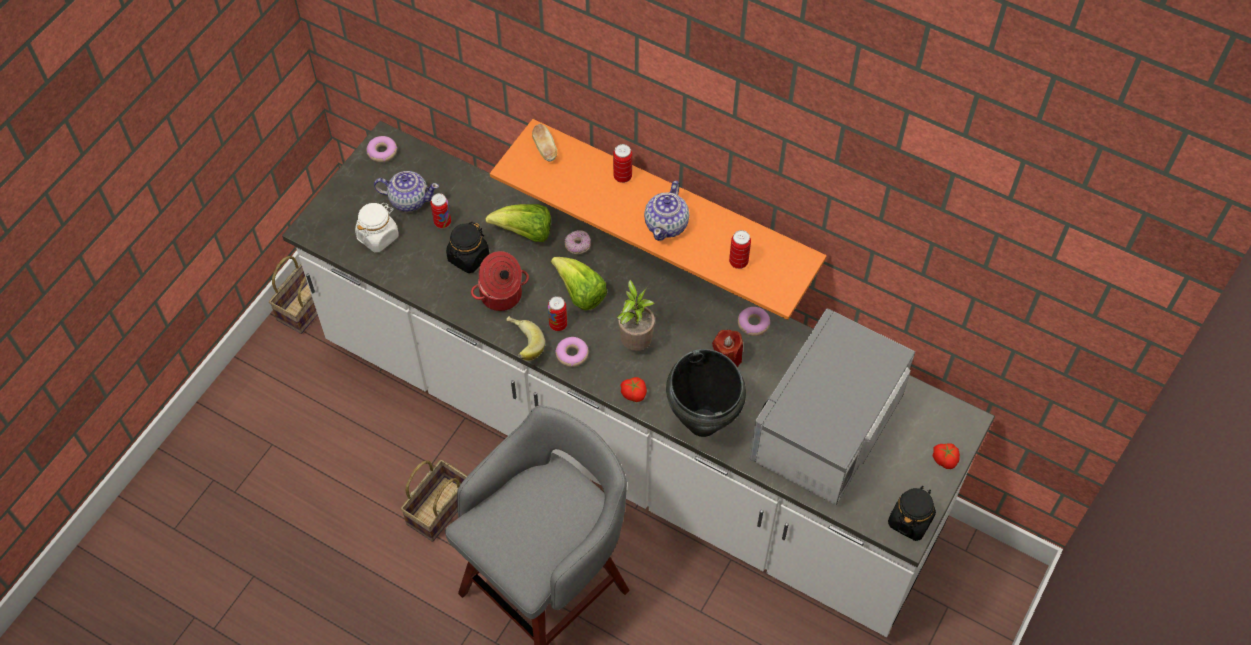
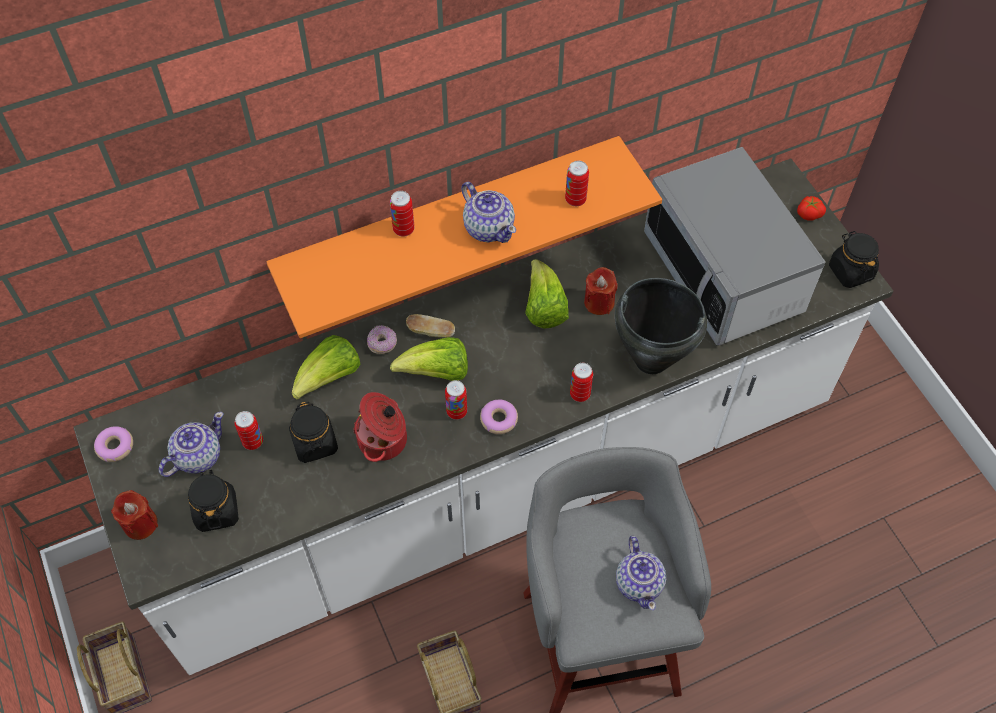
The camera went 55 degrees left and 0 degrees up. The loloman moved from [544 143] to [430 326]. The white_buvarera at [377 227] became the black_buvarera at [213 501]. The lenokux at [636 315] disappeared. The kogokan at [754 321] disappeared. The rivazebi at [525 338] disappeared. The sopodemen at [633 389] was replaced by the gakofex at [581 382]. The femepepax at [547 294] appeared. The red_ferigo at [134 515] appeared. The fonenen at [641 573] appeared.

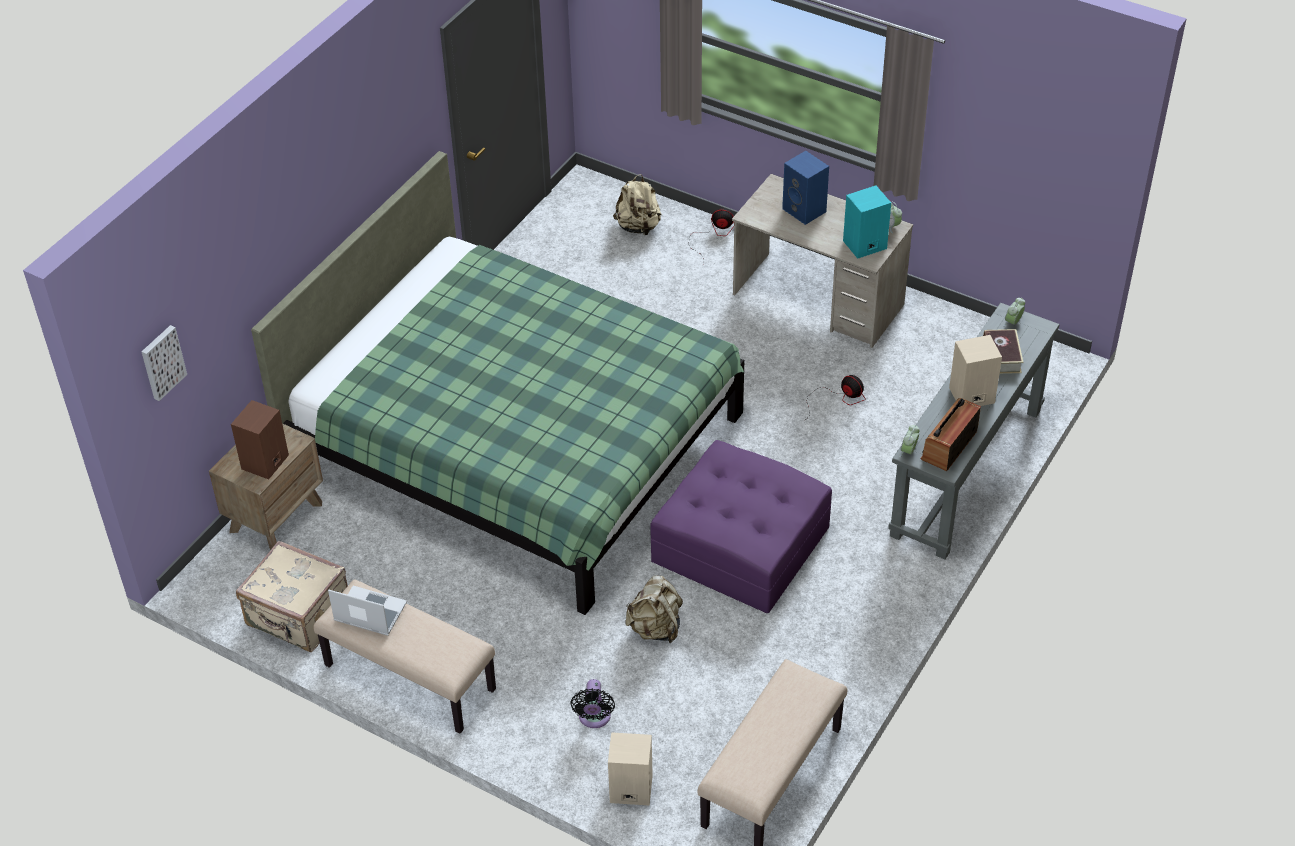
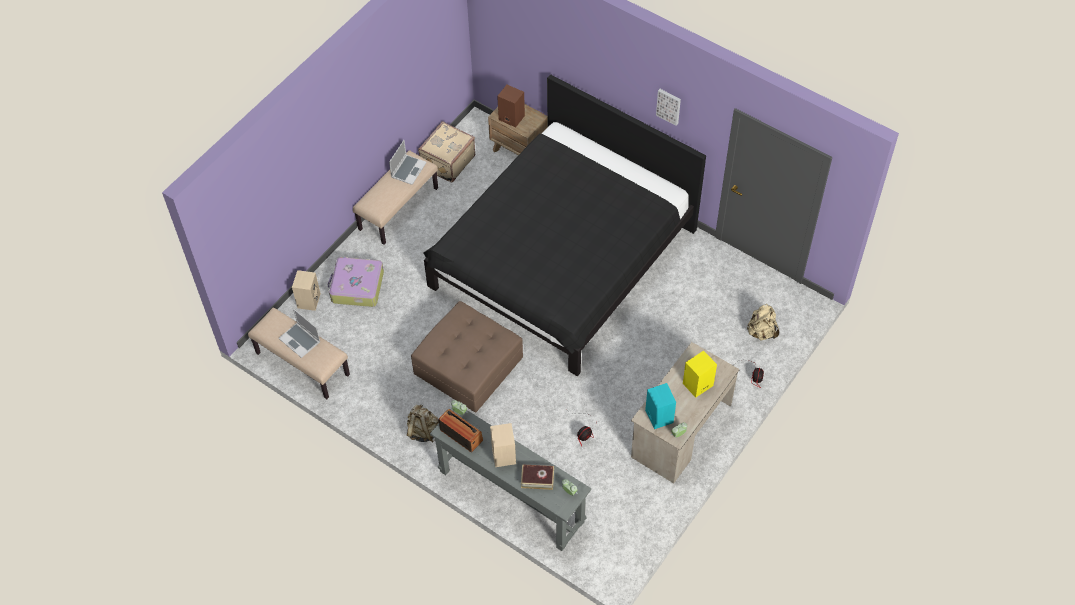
The camera went 95 degrees right and 10 degrees up. The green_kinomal at [497 383] became the black_kinomal at [565 225]. The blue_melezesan at [805 188] became the yellow_melezesan at [700 374]. The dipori moved from [164 363] to [668 107]. The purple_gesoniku at [741 526] became the brown_gesoniku at [467 356]. The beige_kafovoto moved from [654 609] to [423 423]. The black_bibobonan at [592 703] was replaced by the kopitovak at [355 282]. The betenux at [299 333] appeared.

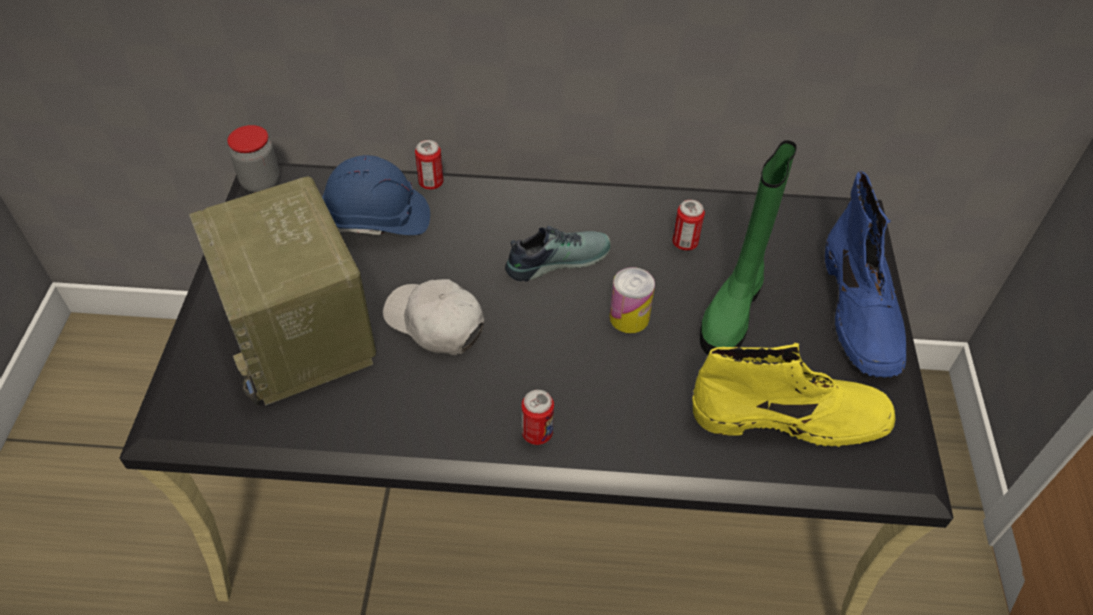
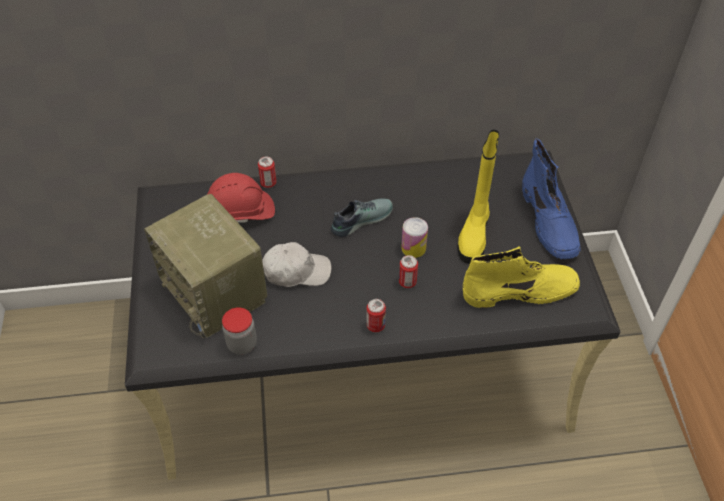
The camera went 10 degrees left and 0 degrees up. The buvarera moved from [253 158] to [239 331]. The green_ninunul at [748 247] became the yellow_ninunul at [478 197]. The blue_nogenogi at [376 195] became the red_nogenogi at [241 198]. The gakofex moved from [688 225] to [408 271]. The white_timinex at [433 317] turned 150 degrees clockwise.

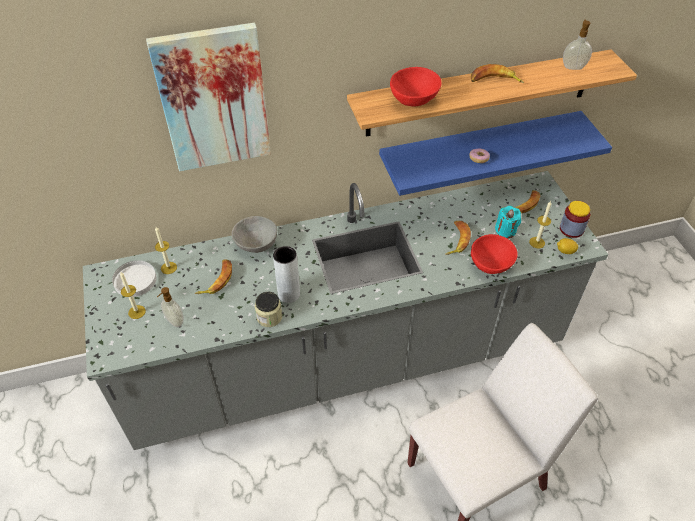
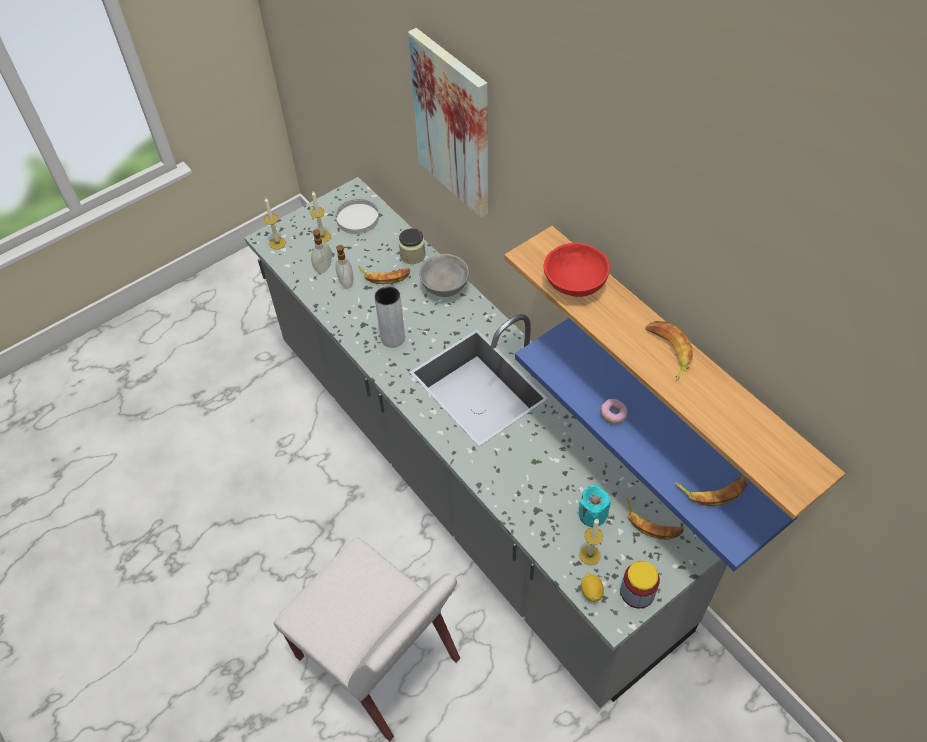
The camera went 70 degrees right and 5 degrees up. The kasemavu moved from [577 44] to [344 267]. The rivazebi moved from [458 238] to [711 491]. The ferigo moved from [166 250] to [275 224]. The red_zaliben at [494 254] disappeared. The buvarera moved from [268 309] to [412 246].

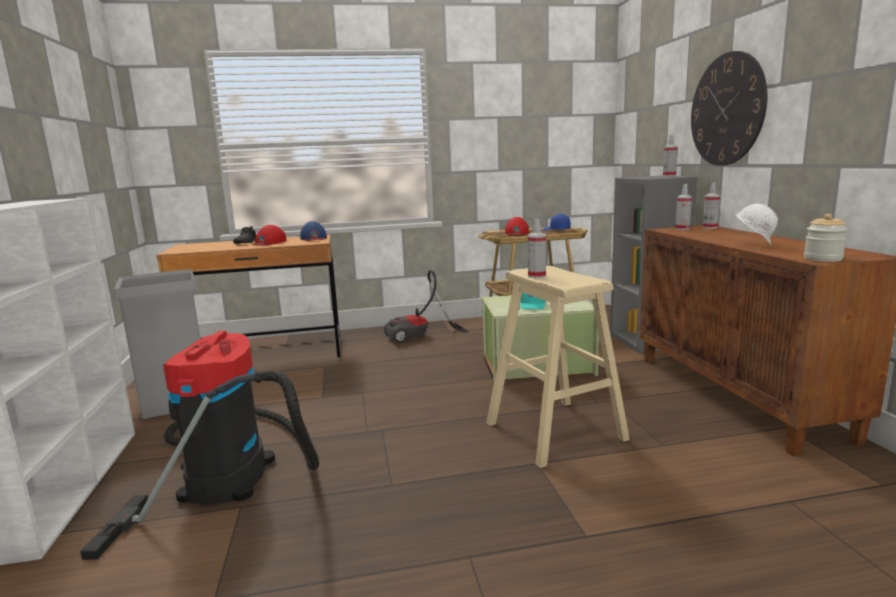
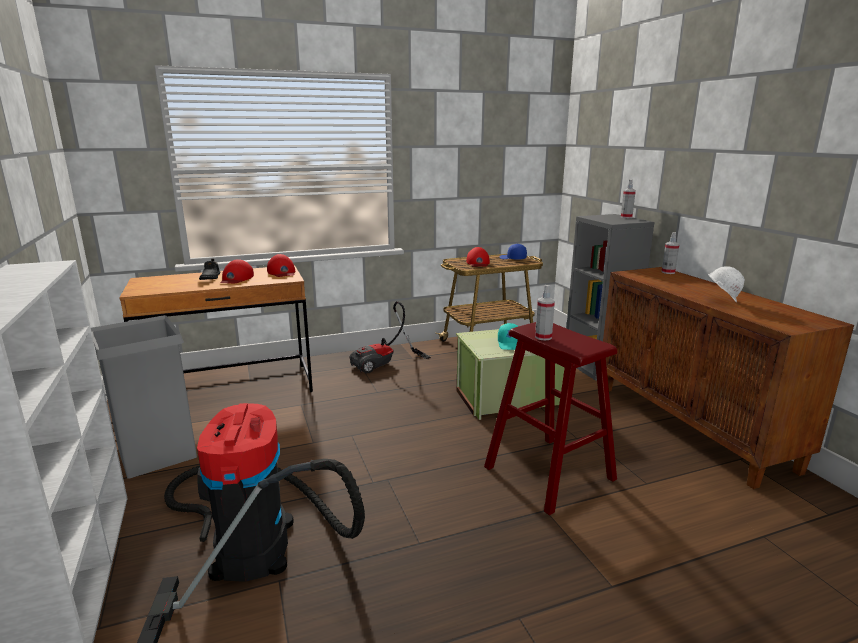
The camera went 10 degrees left and 5 degrees up. The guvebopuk at [729 108] disappeared. The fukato at [683 207] disappeared. The buvarera at [825 238] disappeared. The blue_timinex at [313 231] became the red_timinex at [281 265]. The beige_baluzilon at [558 367] became the red_baluzilon at [550 418].

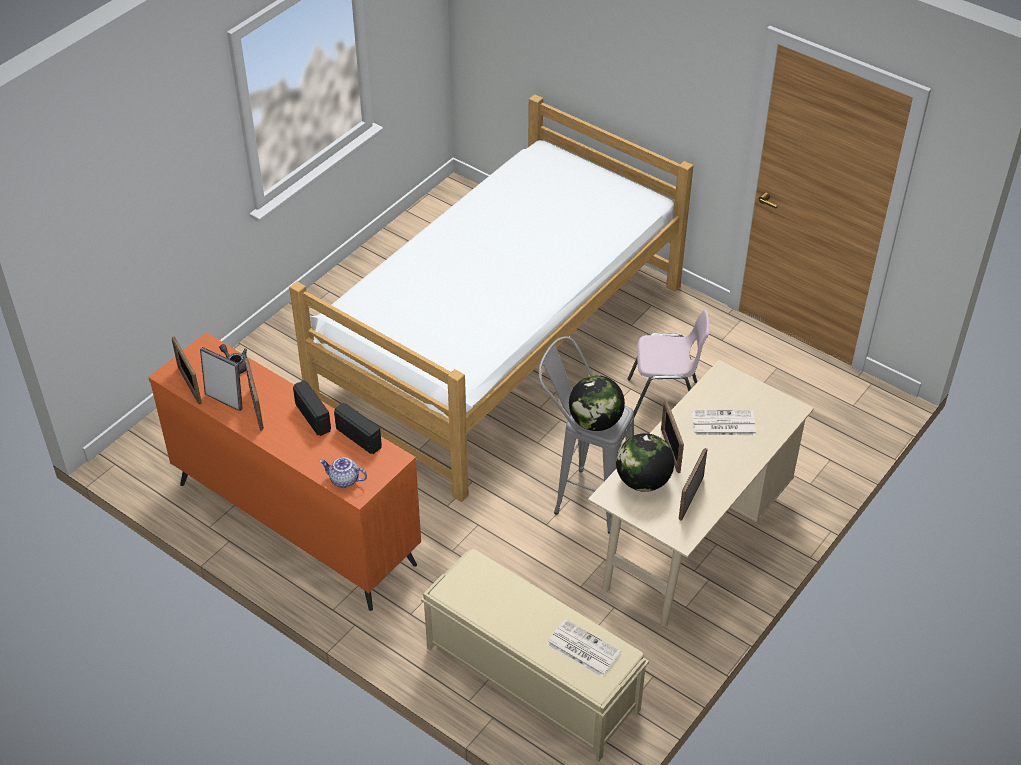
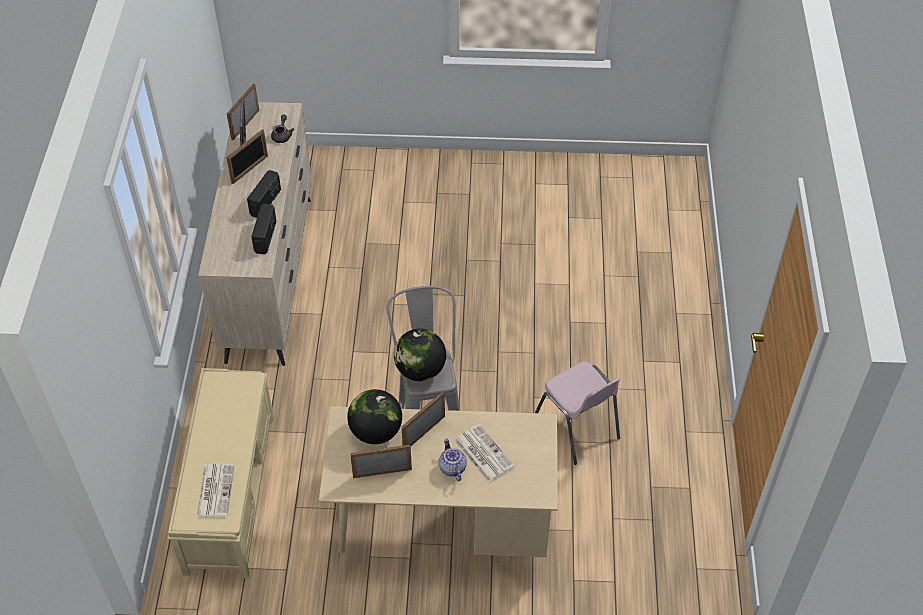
The camera went 55 degrees right and 5 degrees up. The kinomal at [491 298] disappeared. The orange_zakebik at [284 471] became the beige_zakebik at [255 233]. The fonenen moved from [343 473] to [453 459].

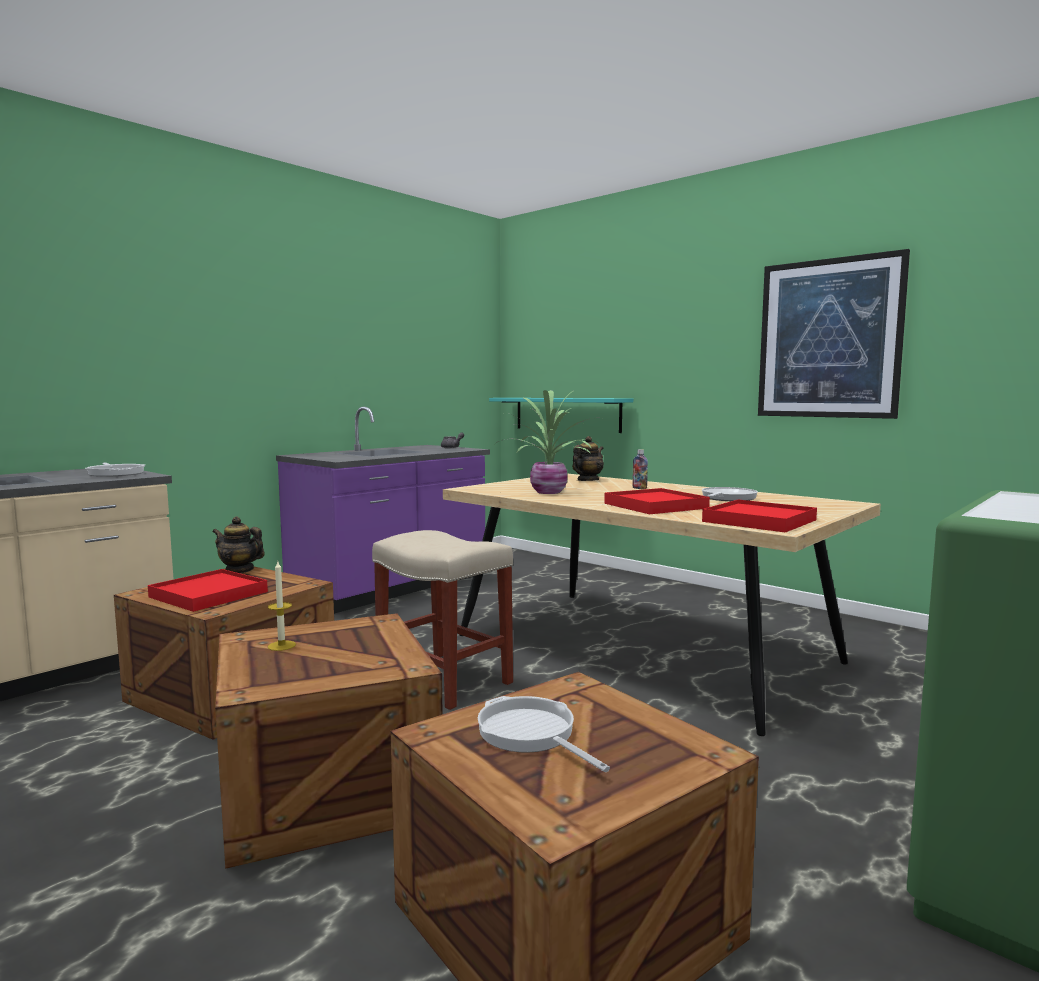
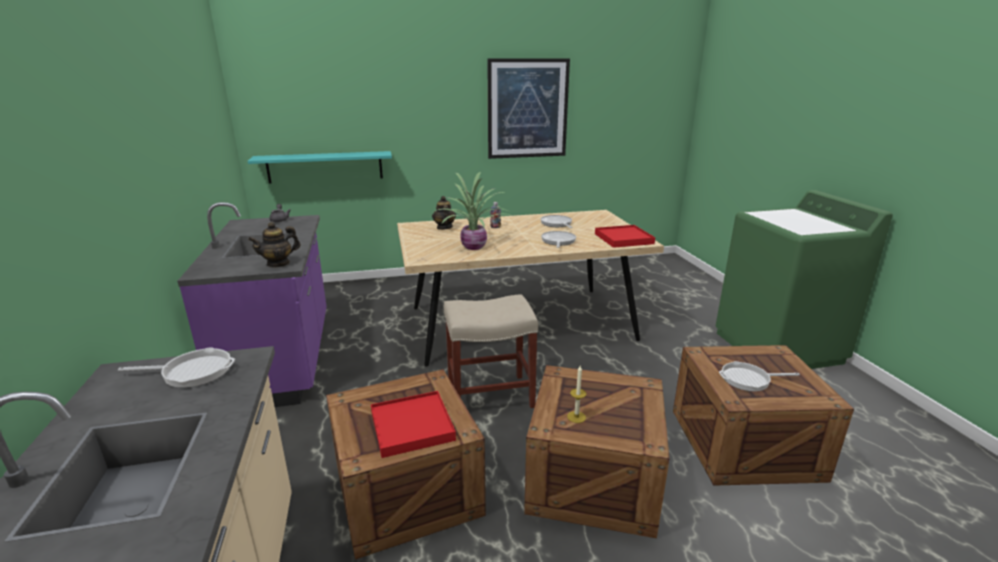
The camera went 55 degrees left and 15 degrees up. The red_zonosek at [657 501] was replaced by the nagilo at [558 239]. The fonenen moved from [238 545] to [274 245].

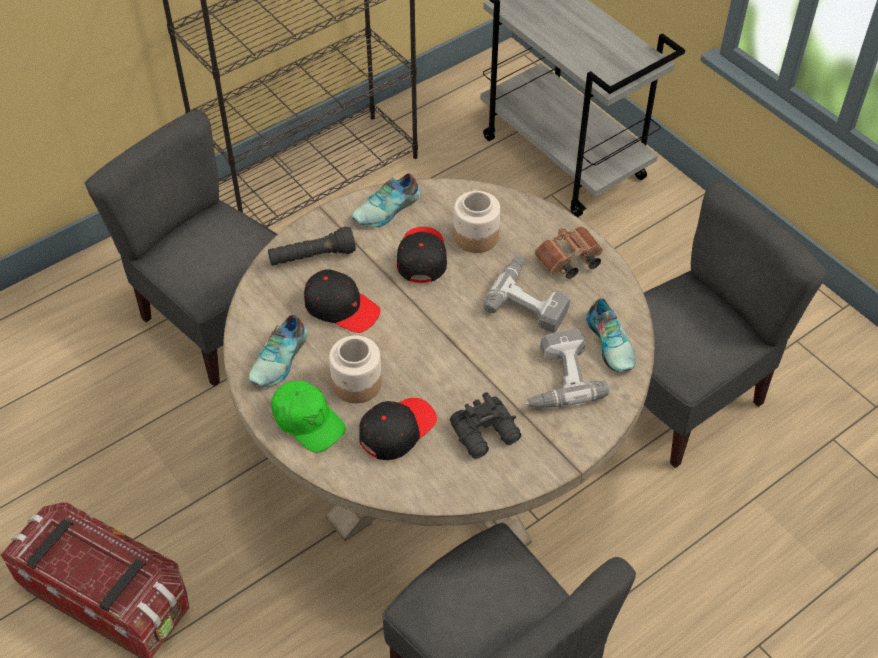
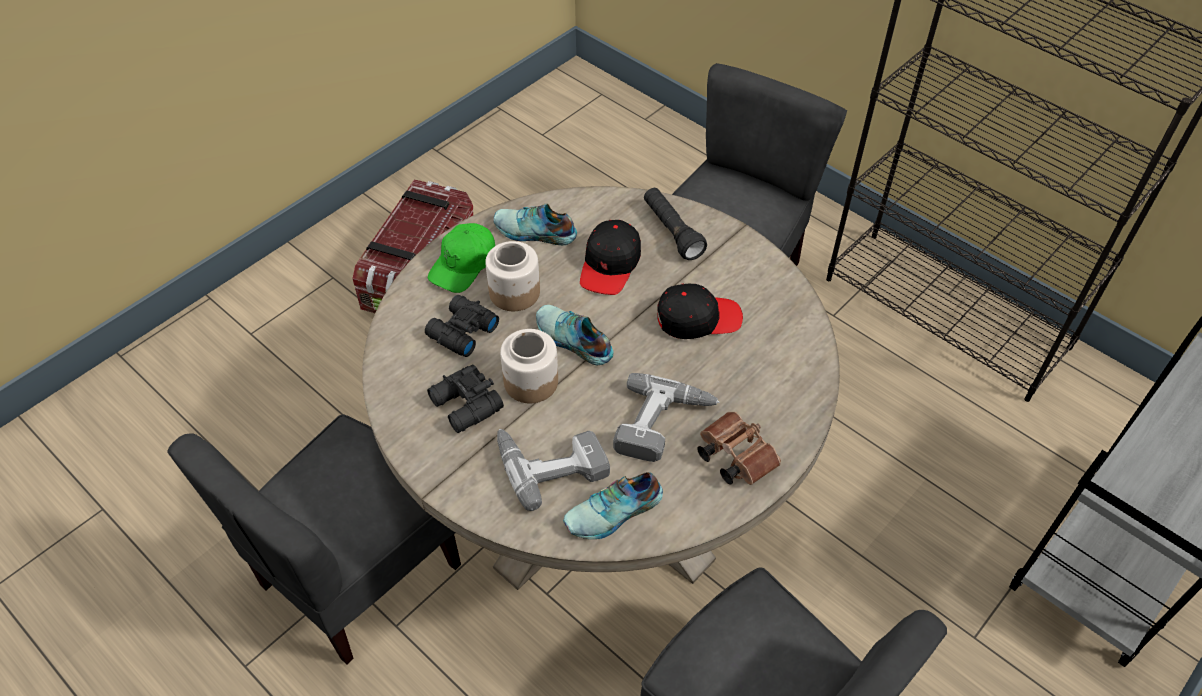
The camera went 80 degrees right and 0 degrees up. The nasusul moved from [386 200] to [575 335]. The buvarera moved from [477 222] to [529 366]. The black_timinex at [398 429] was replaced by the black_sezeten at [462 326].

